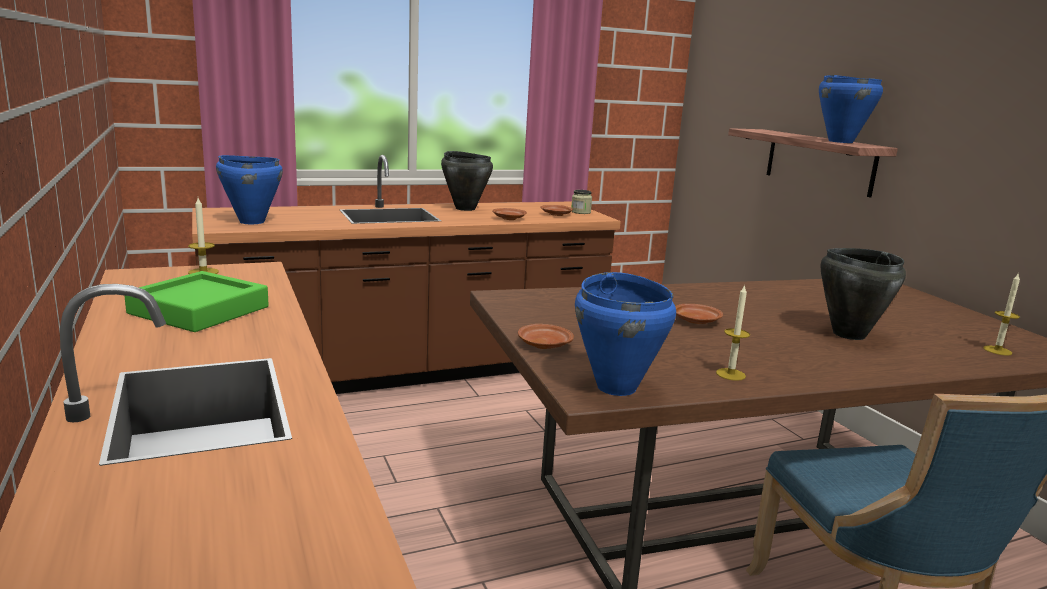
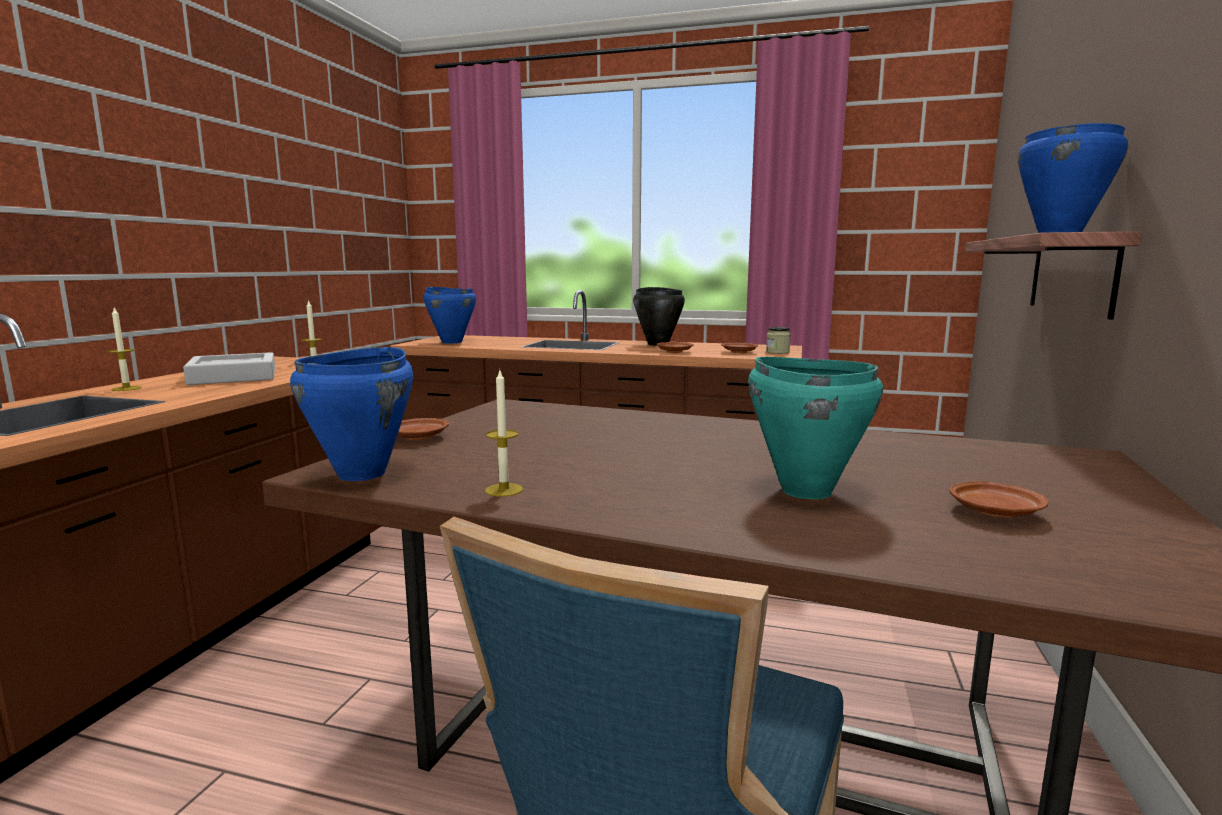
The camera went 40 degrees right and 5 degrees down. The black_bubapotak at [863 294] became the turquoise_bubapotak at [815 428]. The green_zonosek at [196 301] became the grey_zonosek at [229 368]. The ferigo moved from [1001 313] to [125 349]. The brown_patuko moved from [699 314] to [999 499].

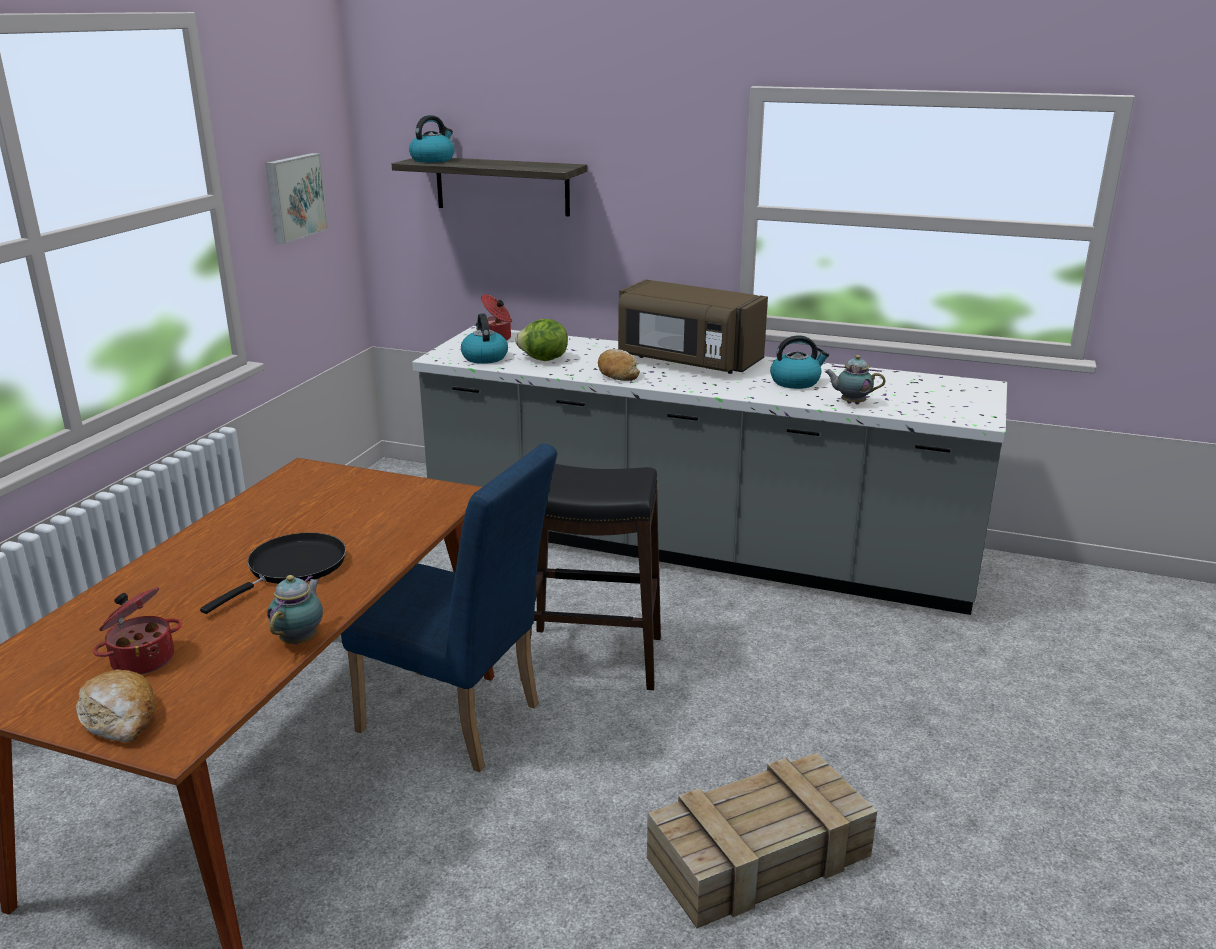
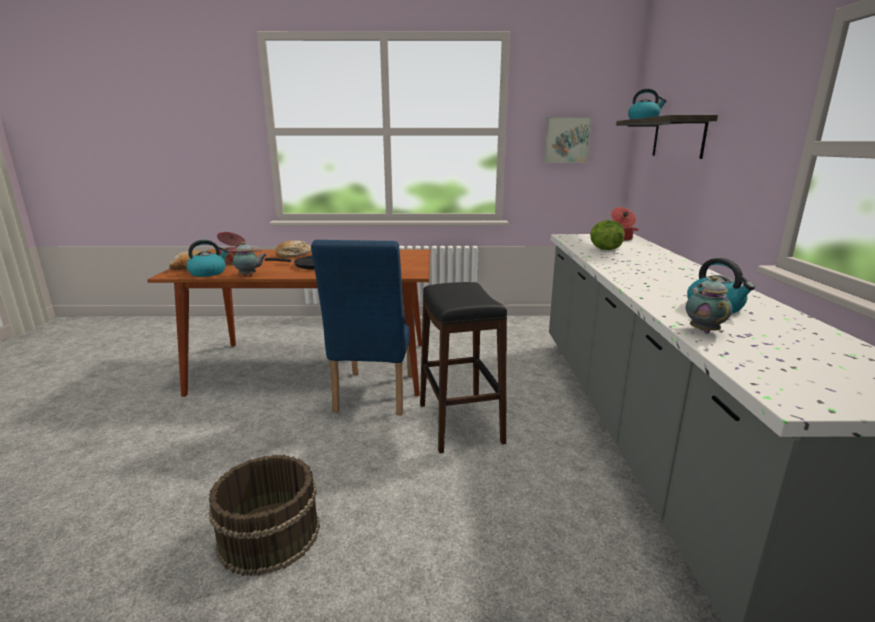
The camera went 70 degrees right and 5 degrees down. The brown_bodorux at [693 326] disappeared. The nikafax moved from [484 338] to [208 258]. The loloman moved from [619 365] to [293 249]. The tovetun at [762 840] was replaced by the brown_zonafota at [264 515].

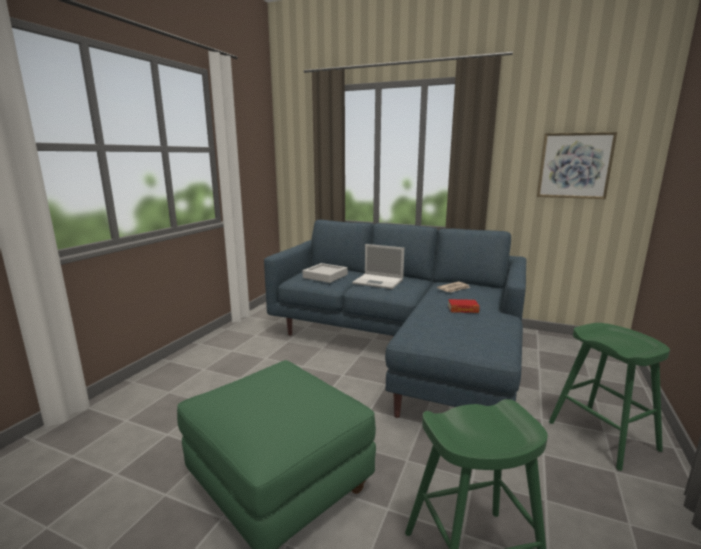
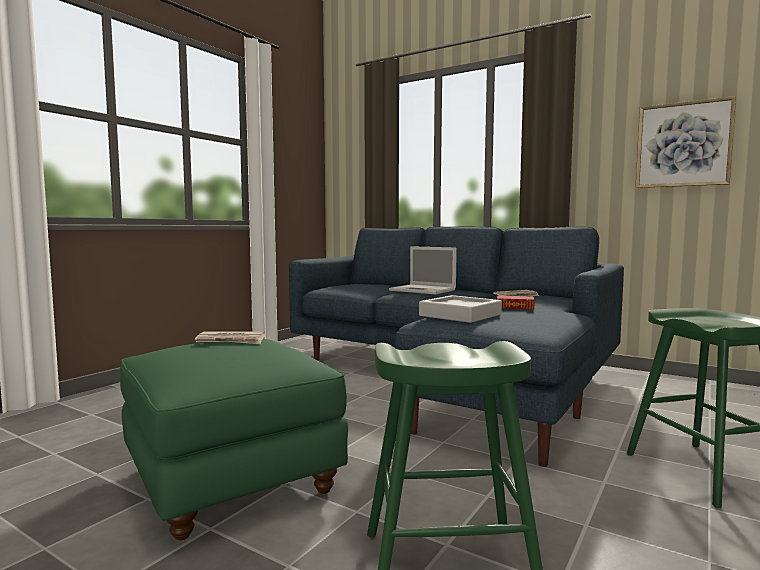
The camera went 10 degrees right and 10 degrees down. The grey_zonosek moved from [325 273] to [460 309]. The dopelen at [230 338] appeared.

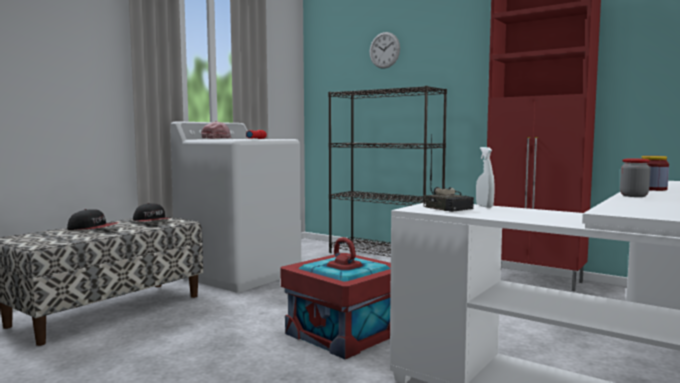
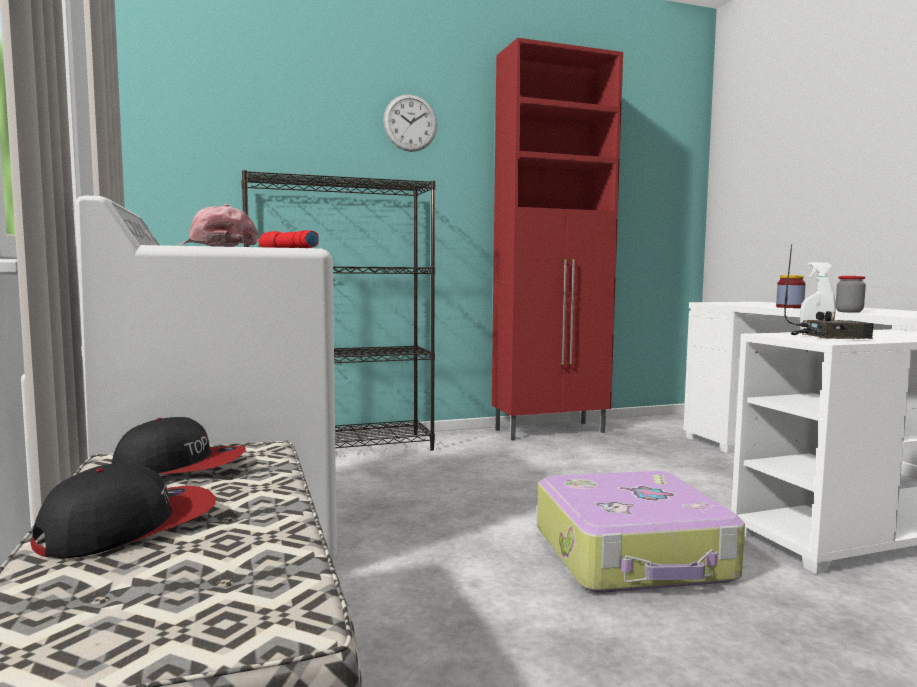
The camera went 55 degrees left and 0 degrees up. The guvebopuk moved from [385 50] to [410 123]. The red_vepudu at [335 298] was replaced by the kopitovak at [641 532].

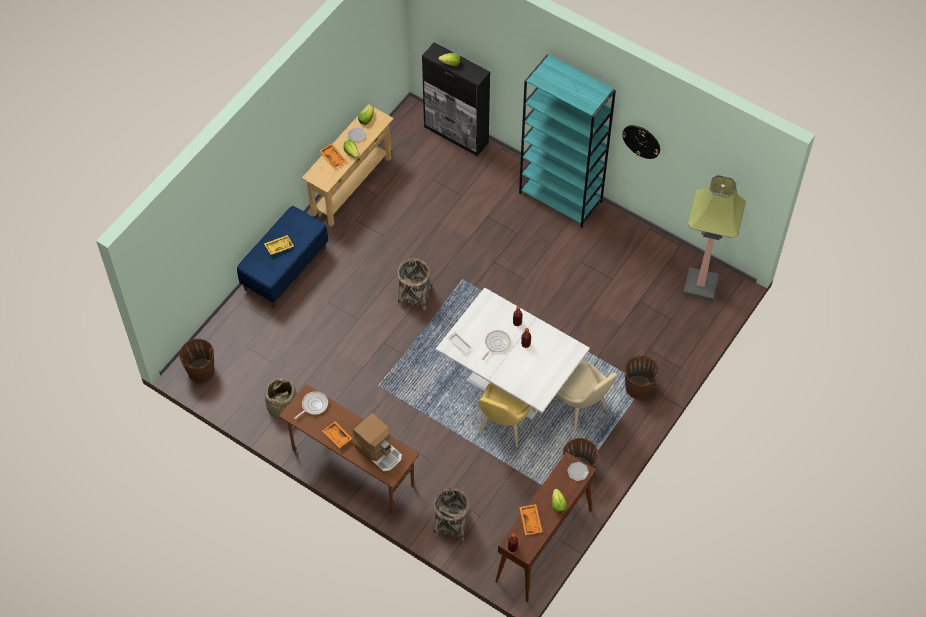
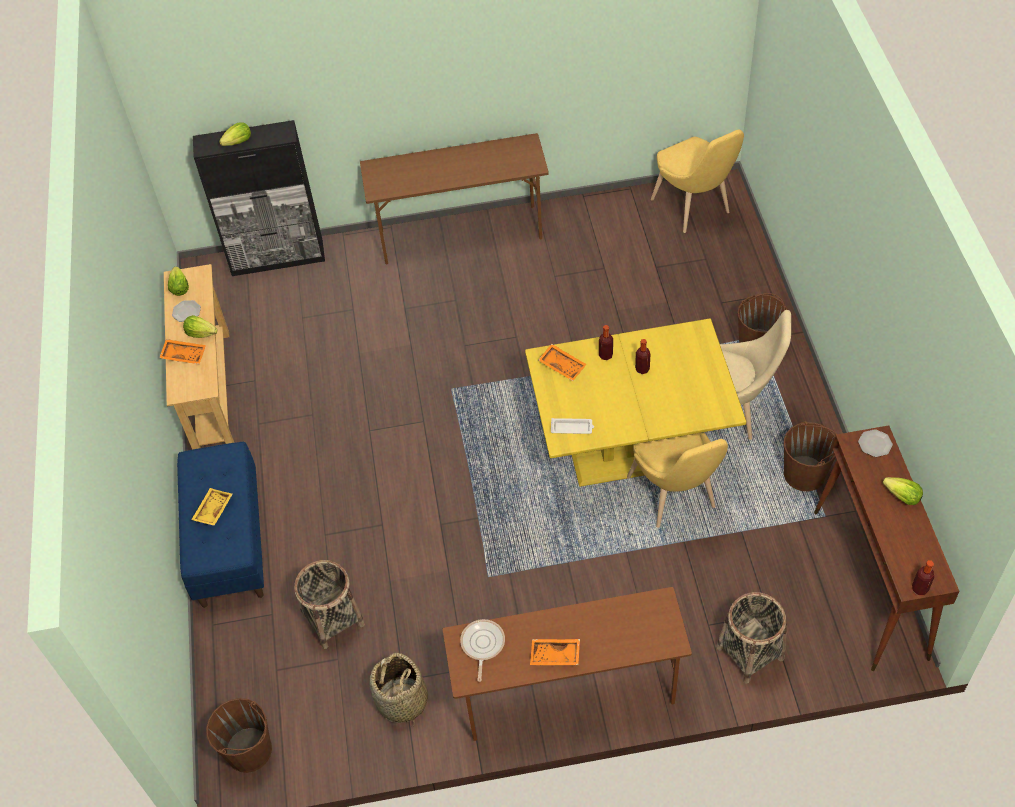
The camera went 40 degrees left and 5 degrees down. The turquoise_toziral at [567 141] was replaced by the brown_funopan at [454 198]. The guvebopuk at [641 142] disappeared. The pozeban at [714 238] was replaced by the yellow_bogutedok at [697 181]. The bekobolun moved from [414 284] to [329 604]. The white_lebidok at [513 354] became the yellow_lebidok at [636 403]. The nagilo at [496 345] disappeared. The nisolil at [377 443] disappeared. The orange_zonosek moved from [530 519] to [562 362].

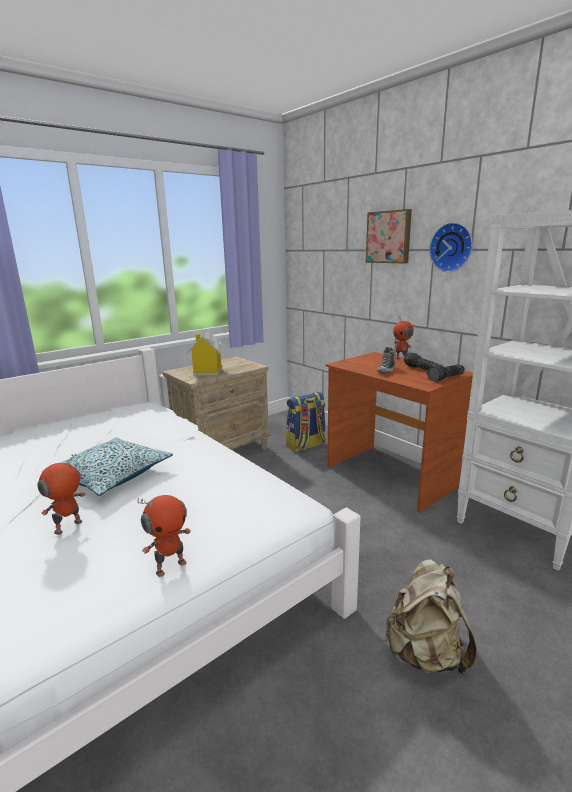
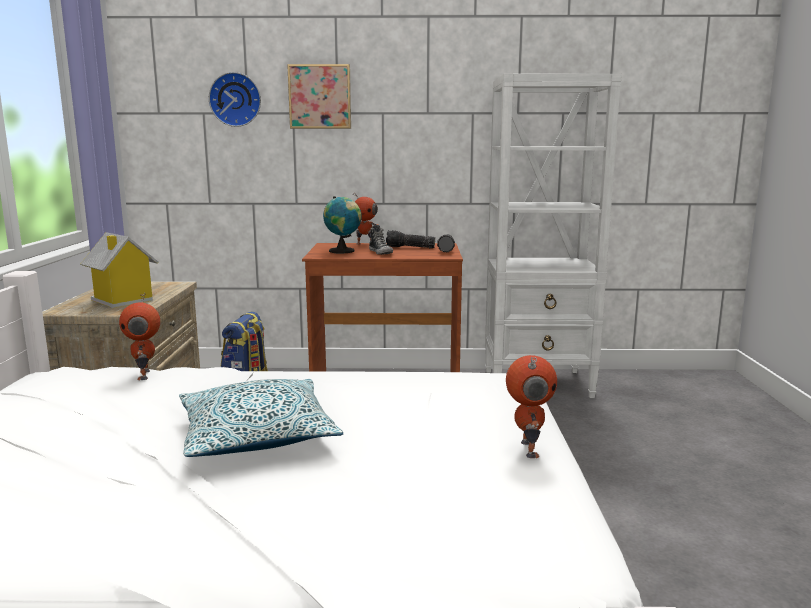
The camera went 50 degrees left and 5 degrees down. The guvebopuk moved from [451 247] to [235 99]. The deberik moved from [61 494] to [139 337]. The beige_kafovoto at [430 616] disappeared. The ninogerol at [342 224] appeared.

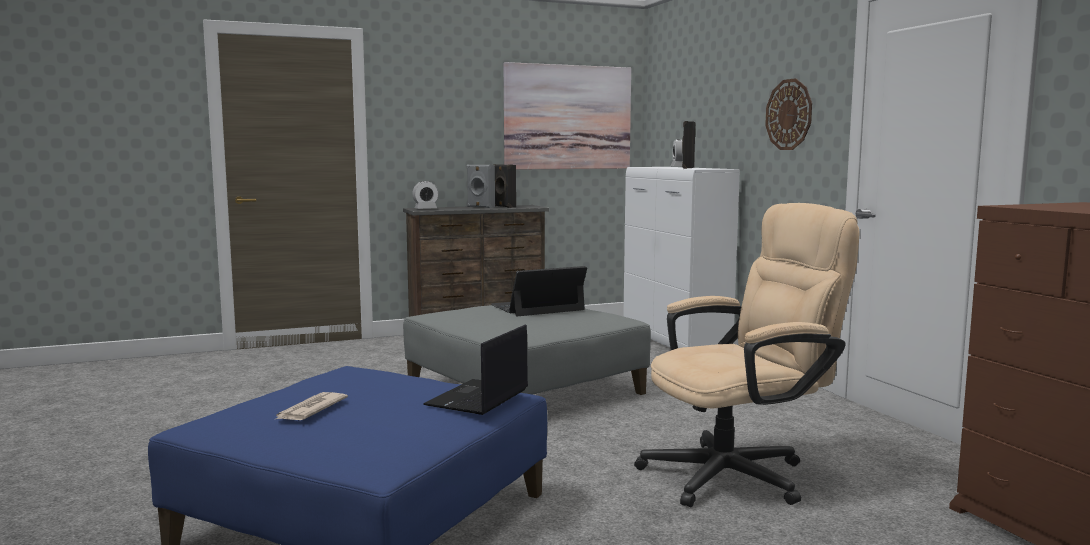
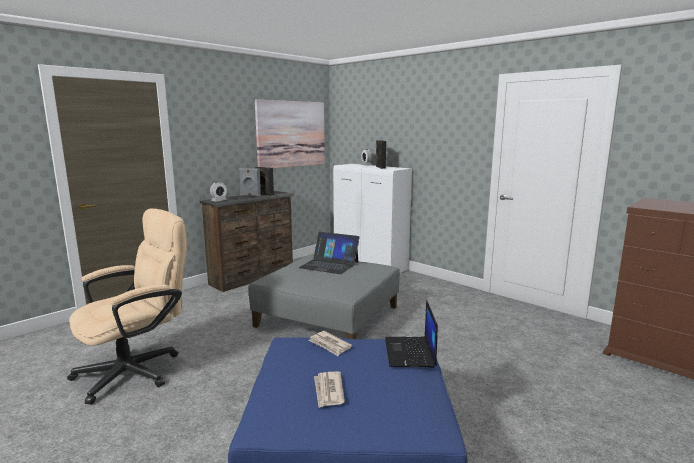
The camera went 25 degrees left and 5 degrees up. The guvebopuk at [788 114] disappeared. The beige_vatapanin moved from [747 355] to [127 306]. The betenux at [539 291] turned 105 degrees counterclockwise. The dopelen at [330 343] appeared.

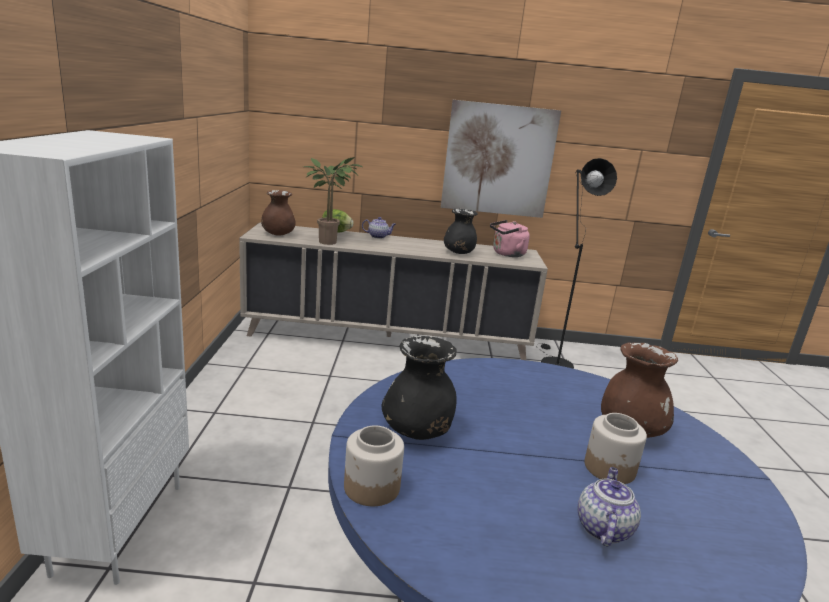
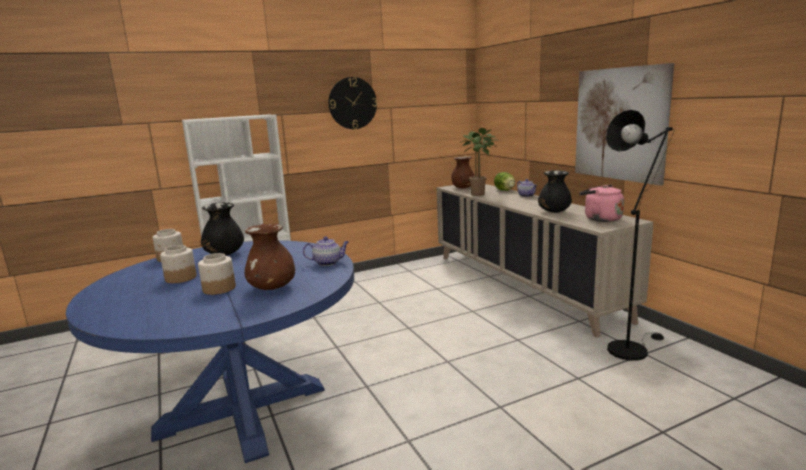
The camera went 65 degrees right and 5 degrees down. The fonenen moved from [609 507] to [326 251]. The guvebopuk at [353 103] appeared. The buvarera at [178 264] appeared.

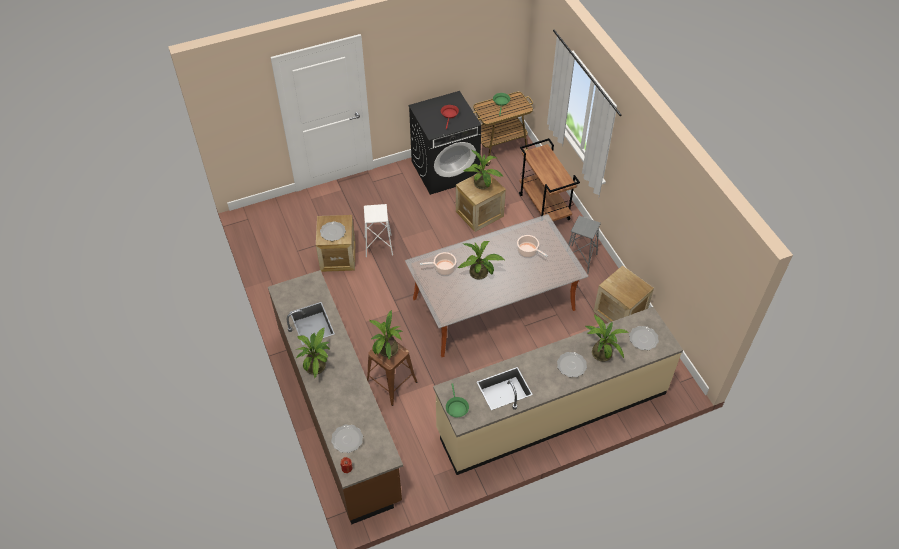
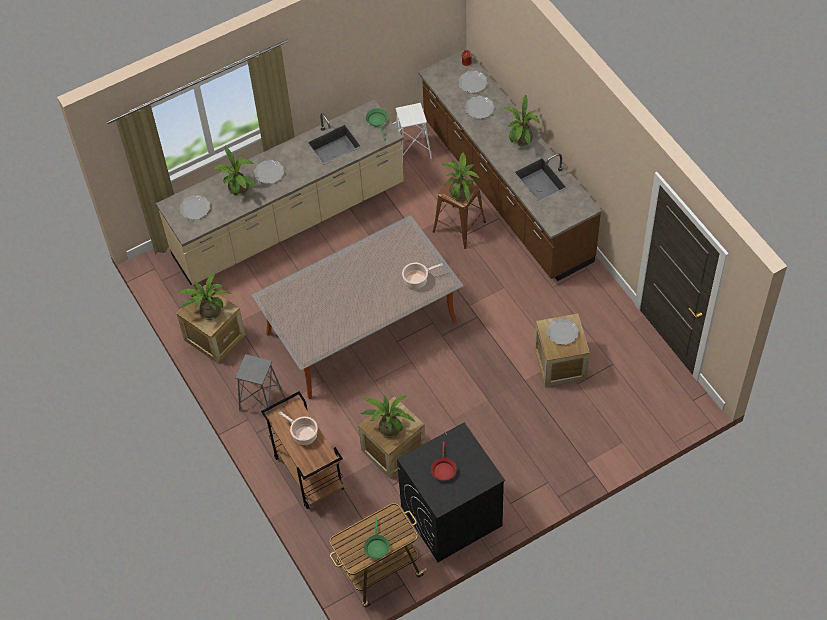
The camera went 175 degrees right and 5 degrees up. The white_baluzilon moved from [378 230] to [413 133]. The bubapotak moved from [532 246] to [298 428]. The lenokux moved from [481 260] to [205 296]. The patuko at [480 107] appeared.

